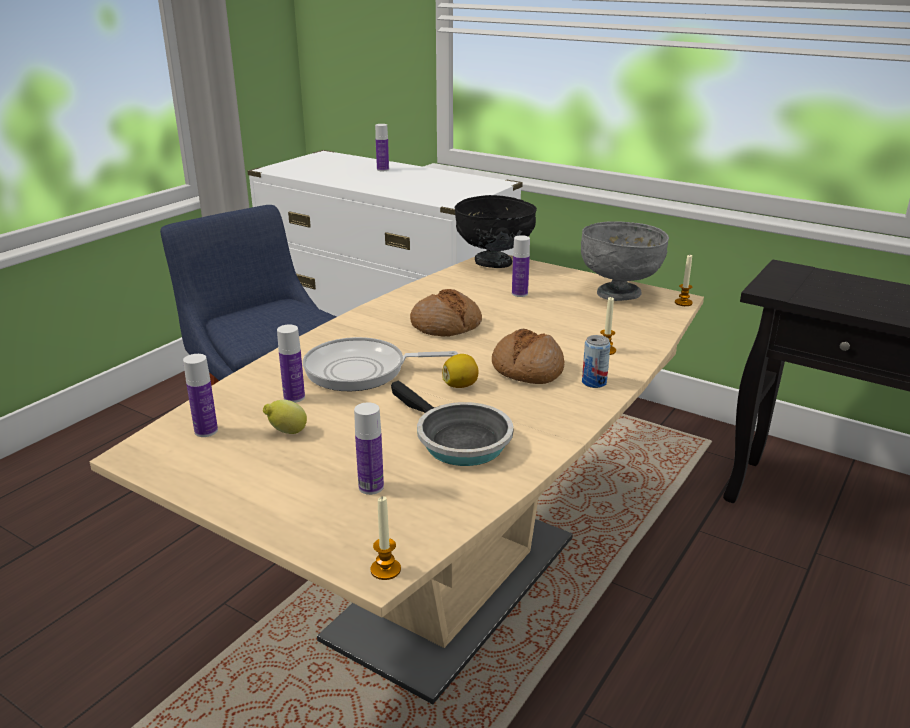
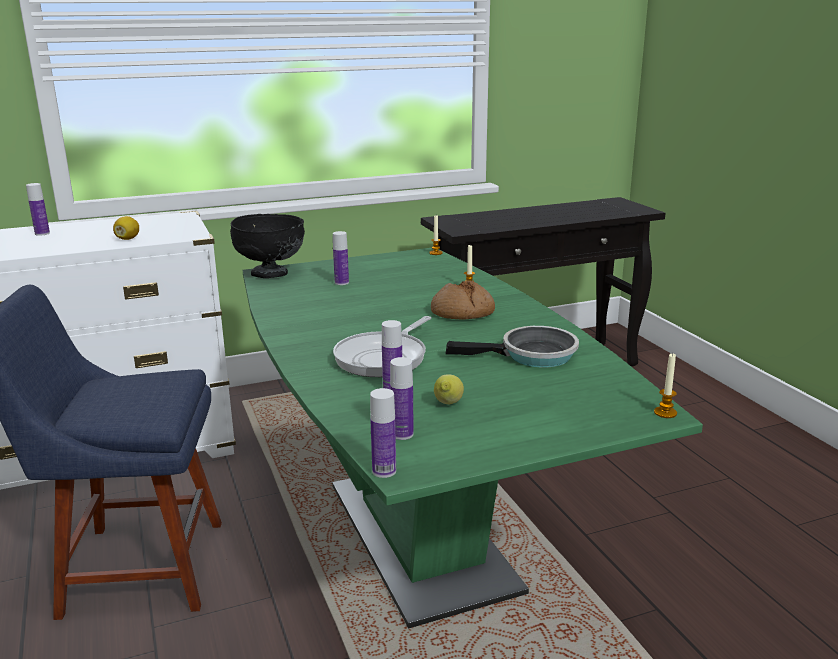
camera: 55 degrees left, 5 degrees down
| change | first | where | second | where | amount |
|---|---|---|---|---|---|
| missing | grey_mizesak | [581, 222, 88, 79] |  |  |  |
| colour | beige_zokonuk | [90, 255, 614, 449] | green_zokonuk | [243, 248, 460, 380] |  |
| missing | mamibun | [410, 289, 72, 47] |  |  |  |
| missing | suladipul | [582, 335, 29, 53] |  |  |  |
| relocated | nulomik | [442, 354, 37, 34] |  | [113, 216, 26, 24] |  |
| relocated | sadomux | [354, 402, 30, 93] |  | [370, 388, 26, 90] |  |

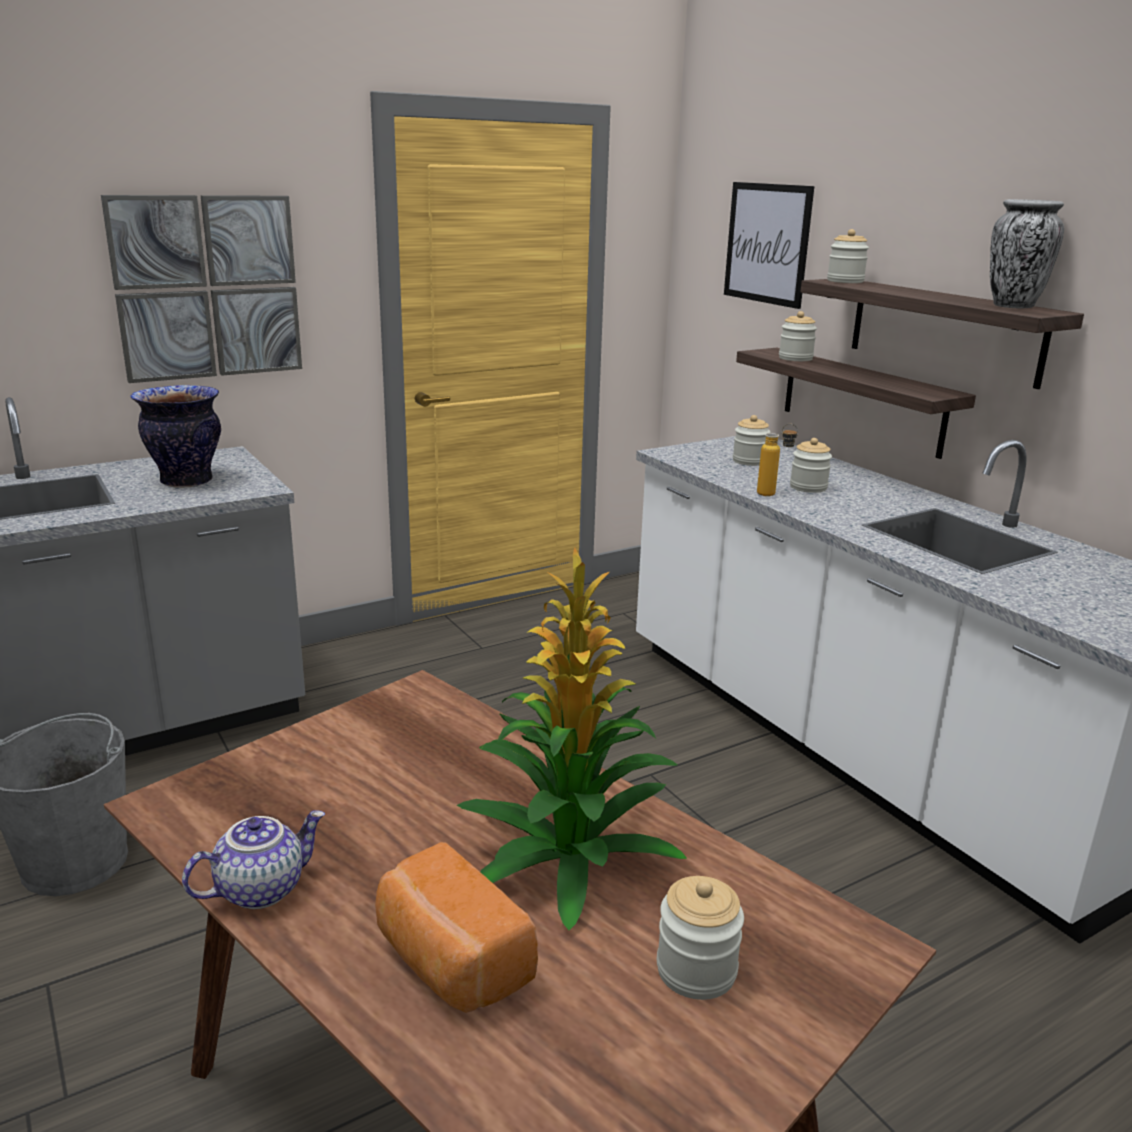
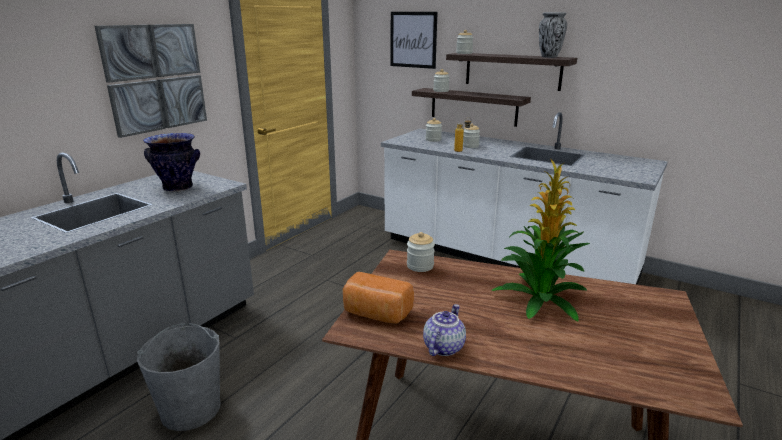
camera: 25 degrees left, 0 degrees up
| change | first | where | second | where | amount |
|---|---|---|---|---|---|
| relocated | mamibun | [375, 842, 163, 171] |  | [343, 272, 71, 52] |  |
| relocated | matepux | [657, 876, 87, 124] |  | [407, 232, 28, 40] |  |

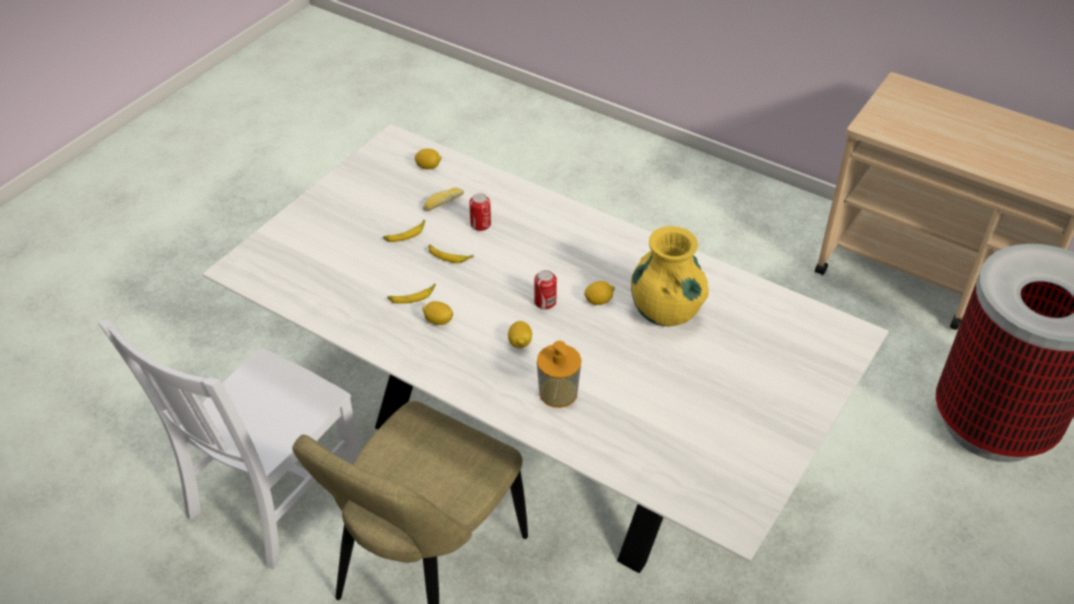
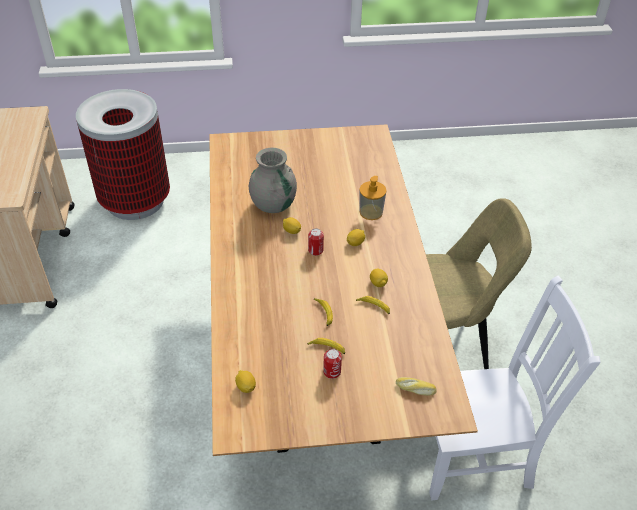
camera: 130 degrees left, 0 degrees up
| change | first | where | second | where | amount |
|---|---|---|---|---|---|
| colour | white_zokonuk | [202, 124, 687, 449] | brown_zokonuk | [210, 124, 268, 332] |  |
| relocated | mamibun | [423, 187, 41, 24] |  | [396, 377, 41, 19] |  |
| relocated | suladipul | [469, 193, 22, 38] |  | [323, 349, 19, 30] |  |
| colour | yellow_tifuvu | [631, 226, 78, 100] | grey_tifuvu | [249, 148, 48, 65] |  |

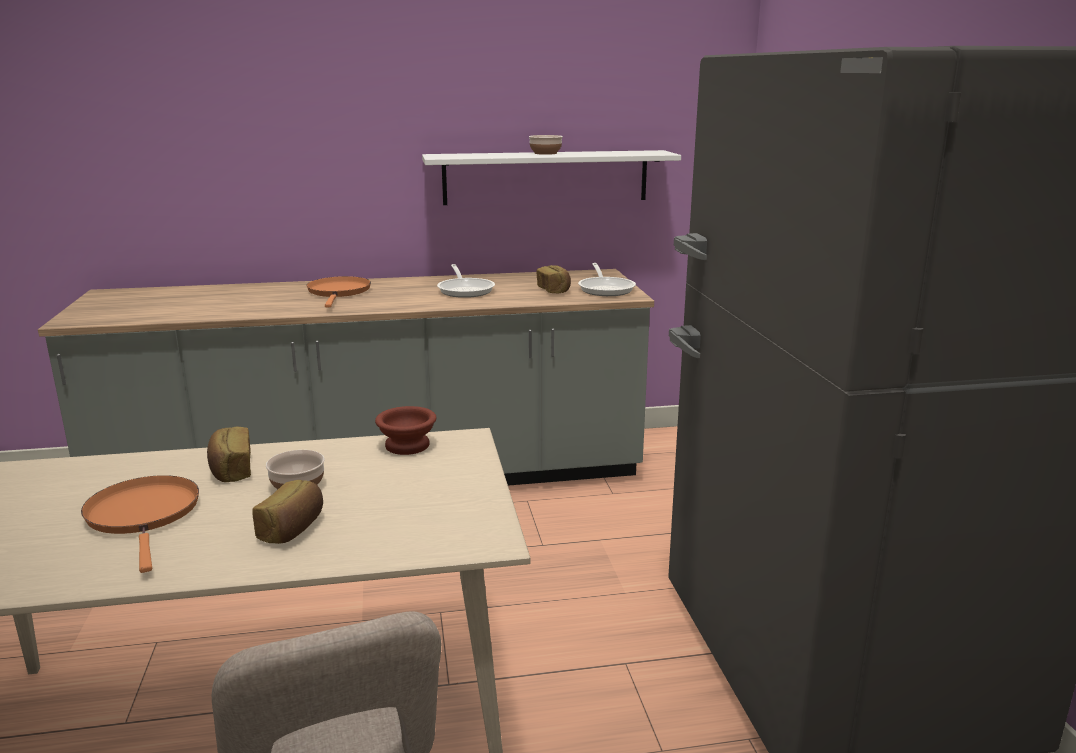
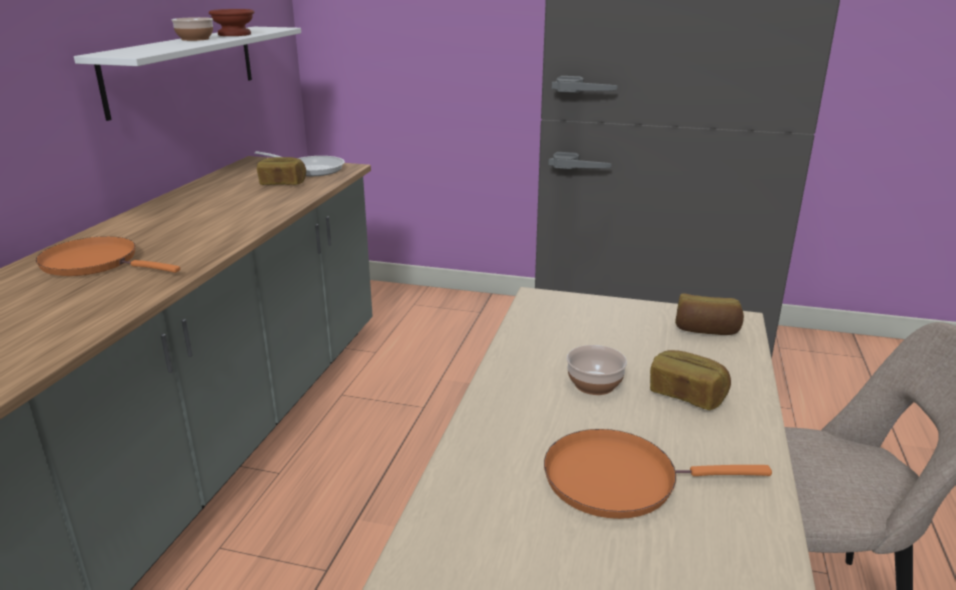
camera: 65 degrees left, 5 degrees up
| change | first | where | second | where | amount |
|---|---|---|---|---|---|
| missing | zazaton | [437, 264, 58, 34] |  |  |  |
| relocated | brown_mizesak | [375, 406, 61, 49] |  | [209, 9, 45, 27] |  |
| relocated | mamibun | [207, 427, 44, 55] |  | [675, 293, 69, 42] |  |

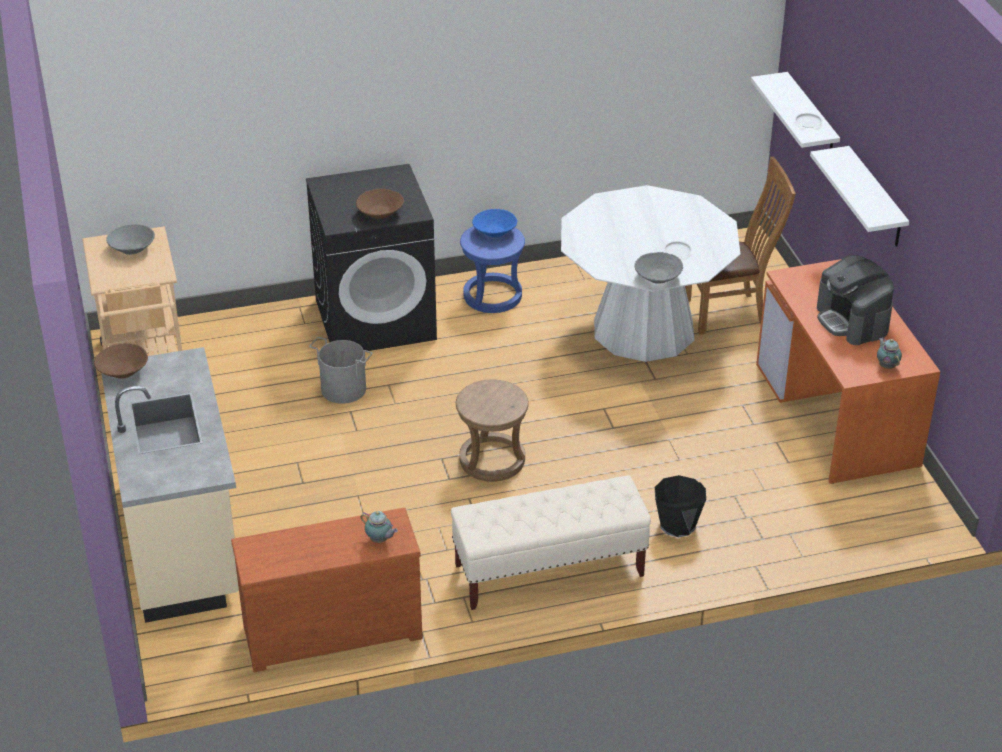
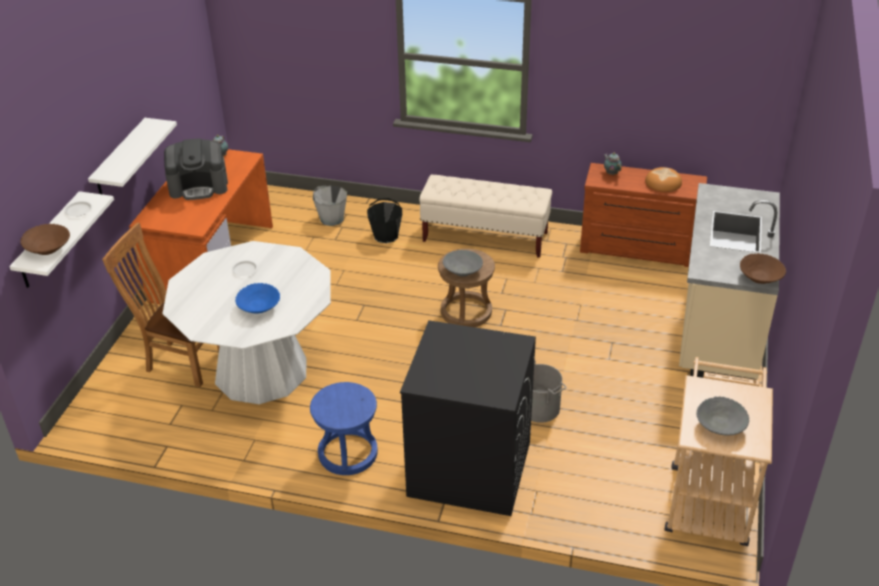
camera: 150 degrees left, 0 degrees up
| change | first | where | second | where | amount |
|---|---|---|---|---|---|
| relocated | brown_mizesak | [356, 189, 48, 30] |  | [20, 224, 50, 31] |  |
| relocated | blue_mizesak | [472, 209, 45, 28] |  | [235, 283, 45, 30] |  |
| relocated | grey_mizesak | [635, 252, 48, 32] |  | [443, 250, 40, 27] |  |
| spun | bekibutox | [817, 255, 77, 90] |  | [164, 138, 64, 62] | 75 degrees clockwise |
| appeared |  |  | mamibun | [645, 167, 37, 25] |  |
| appeared |  |  | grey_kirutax | [313, 186, 34, 40] |  |

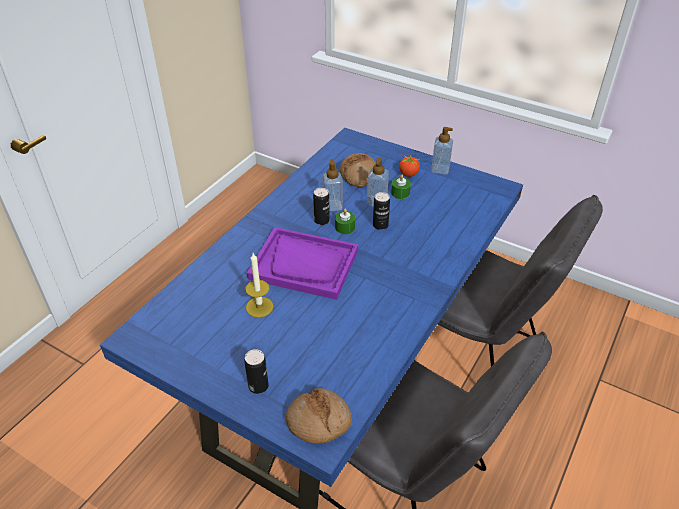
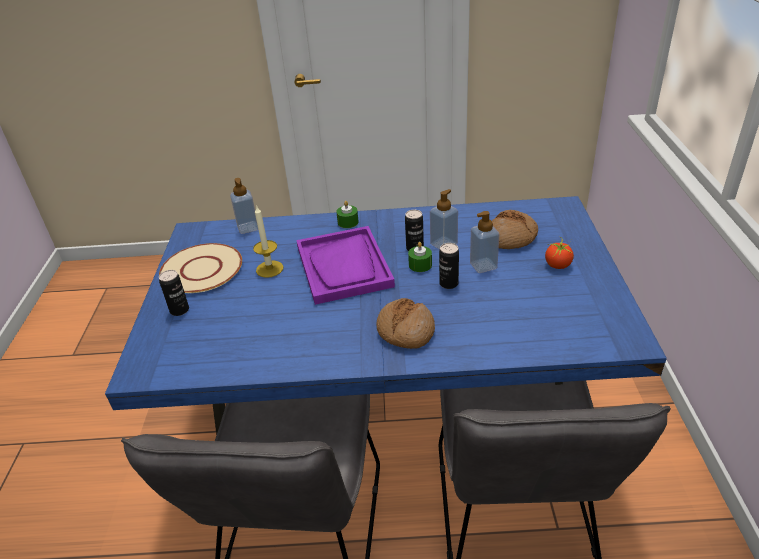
camera: 60 degrees right, 5 degrees down
| change | first | where | second | where | amount |
|---|---|---|---|---|---|
| relocated | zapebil | [431, 127, 22, 48] |  | [230, 178, 28, 56] |  |
| relocated | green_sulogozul | [391, 175, 20, 24] |  | [336, 201, 23, 27] |  |
| relocated | mamibun | [286, 388, 66, 56] |  | [376, 298, 59, 51] |  |
| appeared |  |  | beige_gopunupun | [159, 243, 83, 50] |  |

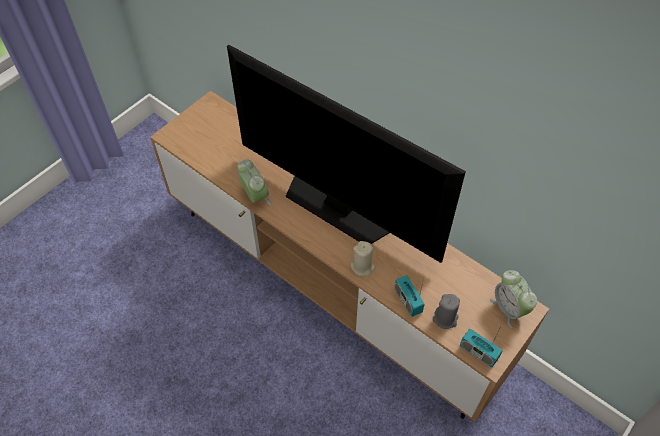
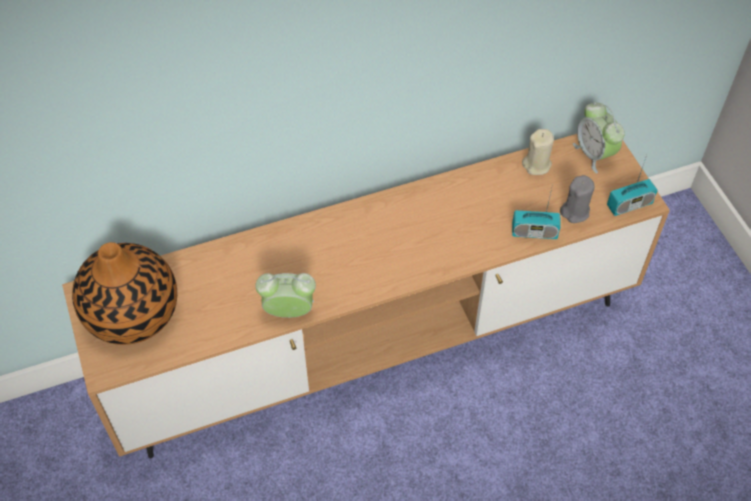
camera: 60 degrees left, 0 degrees up
| change | first | where | second | where | amount |
|---|---|---|---|---|---|
| missing | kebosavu | [227, 45, 239, 218] |  |  |  |
| relocated | beige_sulogozul | [350, 241, 26, 35] |  | [522, 129, 32, 46] |  |
| spun | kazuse | [490, 270, 47, 58] |  | [573, 102, 52, 71] | 60 degrees clockwise |
| appeared |  |  | tifuvu | [72, 242, 105, 103] |  |

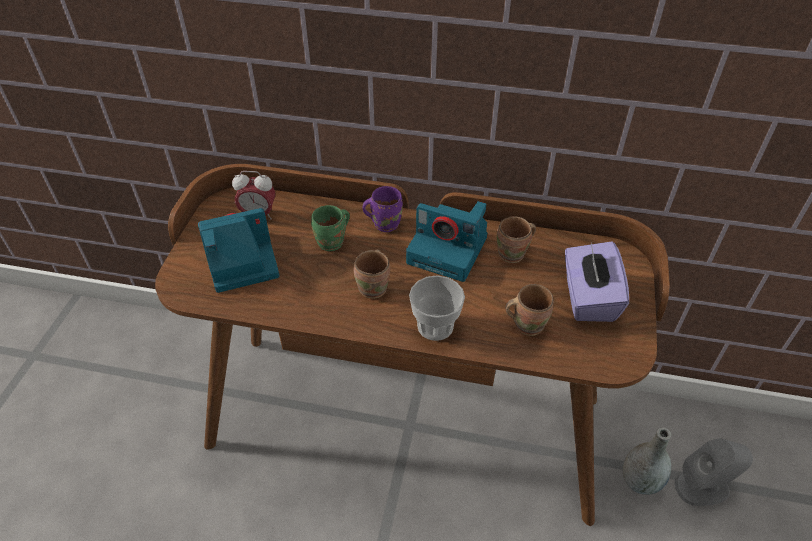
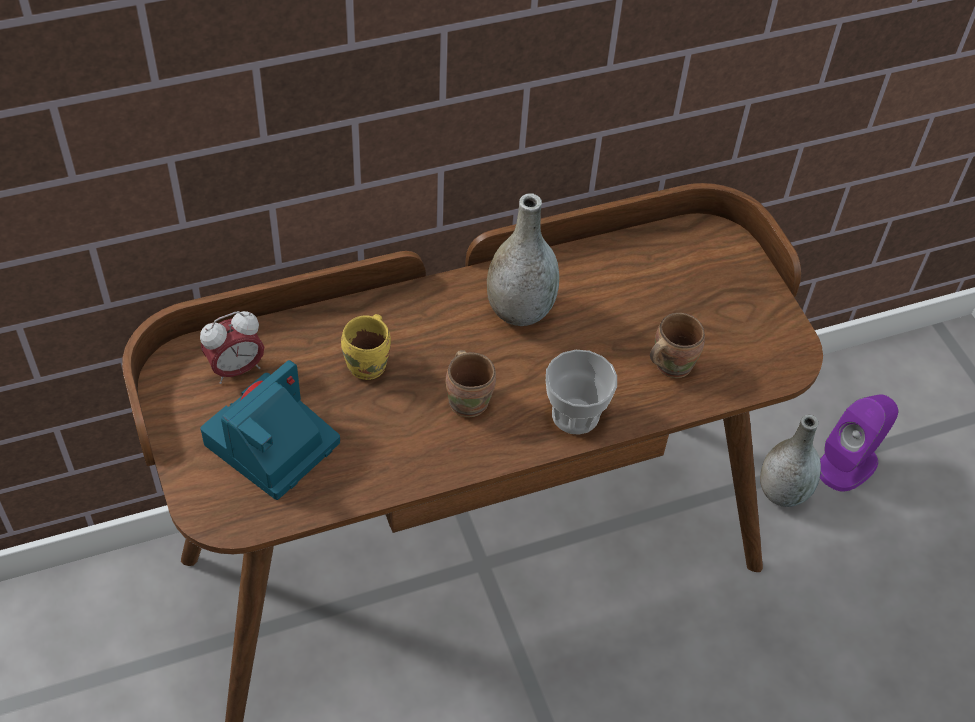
camera: 35 degrees left, 5 degrees up
| change | first | where | second | where | amount |
|---|---|---|---|---|---|
| missing | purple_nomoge | [362, 186, 41, 46] |  |  |  |
| exchanged | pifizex | [406, 201, 81, 81] | grey_tifuvu | [487, 193, 72, 133] |  |
| colour | green_nomoge | [311, 205, 39, 46] | yellow_nomoge | [341, 314, 50, 66] |  |
| missing | brown_nomoge | [497, 216, 39, 47] |  |  |  |
| missing | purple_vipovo | [565, 242, 64, 80] |  |  |  |
| colour | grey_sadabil | [674, 438, 79, 68] | purple_sadabil | [820, 394, 78, 98] |  |

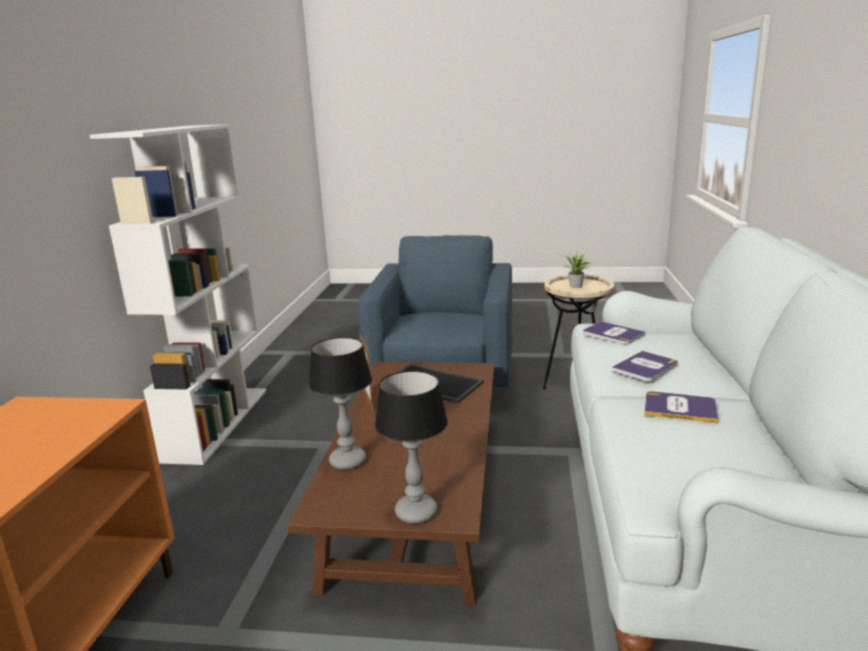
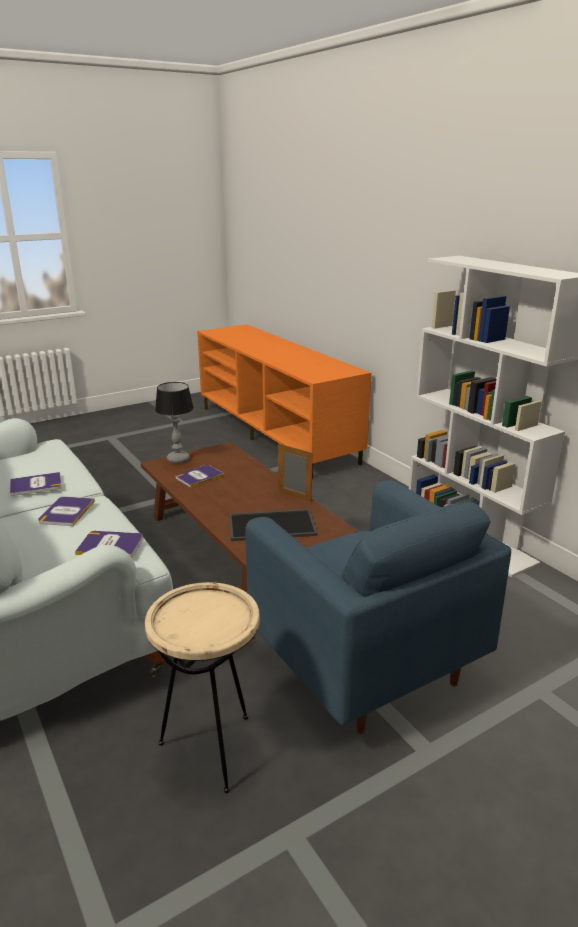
camera: 140 degrees right, 5 degrees up
| change | first | where | second | where | amount |
|---|---|---|---|---|---|
| missing | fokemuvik | [563, 251, 27, 37] |  |  |  |
| missing | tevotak | [308, 337, 64, 133] |  |  |  |
| appeared |  |  | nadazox | [176, 465, 48, 23] |  |

